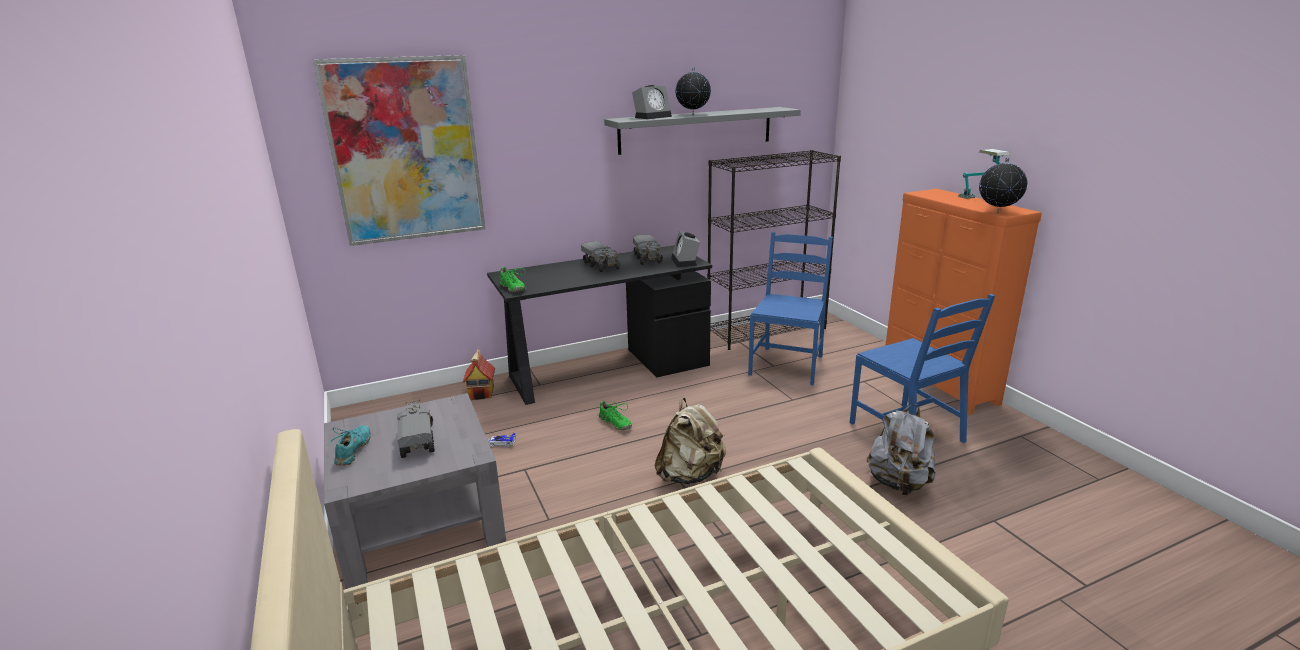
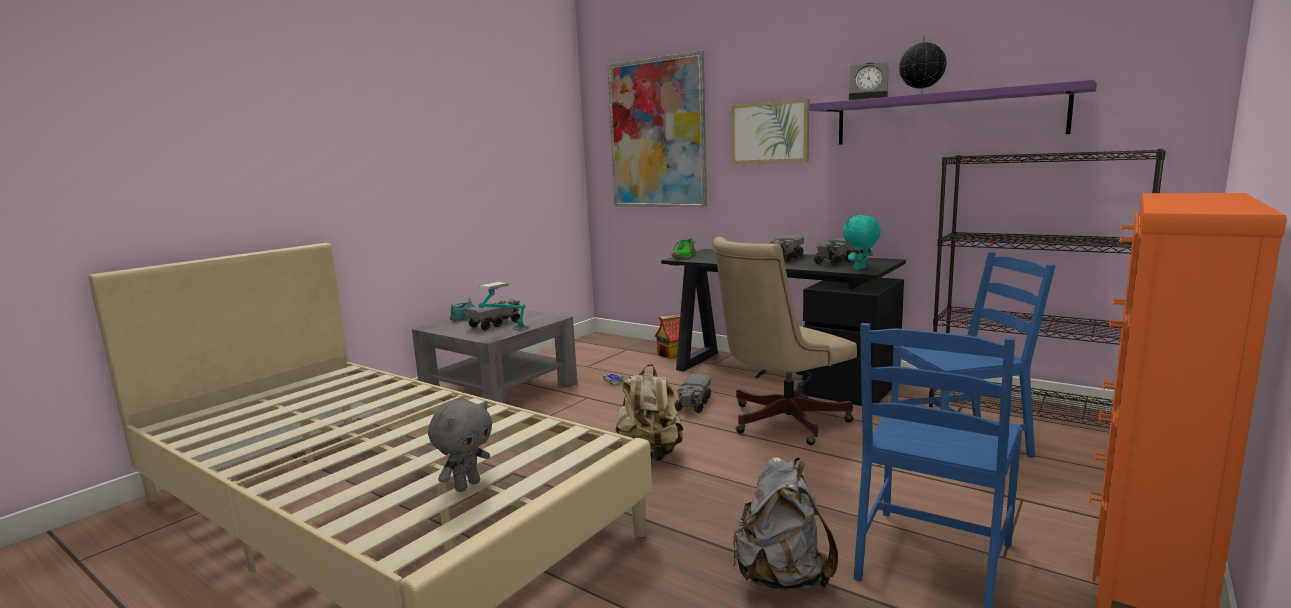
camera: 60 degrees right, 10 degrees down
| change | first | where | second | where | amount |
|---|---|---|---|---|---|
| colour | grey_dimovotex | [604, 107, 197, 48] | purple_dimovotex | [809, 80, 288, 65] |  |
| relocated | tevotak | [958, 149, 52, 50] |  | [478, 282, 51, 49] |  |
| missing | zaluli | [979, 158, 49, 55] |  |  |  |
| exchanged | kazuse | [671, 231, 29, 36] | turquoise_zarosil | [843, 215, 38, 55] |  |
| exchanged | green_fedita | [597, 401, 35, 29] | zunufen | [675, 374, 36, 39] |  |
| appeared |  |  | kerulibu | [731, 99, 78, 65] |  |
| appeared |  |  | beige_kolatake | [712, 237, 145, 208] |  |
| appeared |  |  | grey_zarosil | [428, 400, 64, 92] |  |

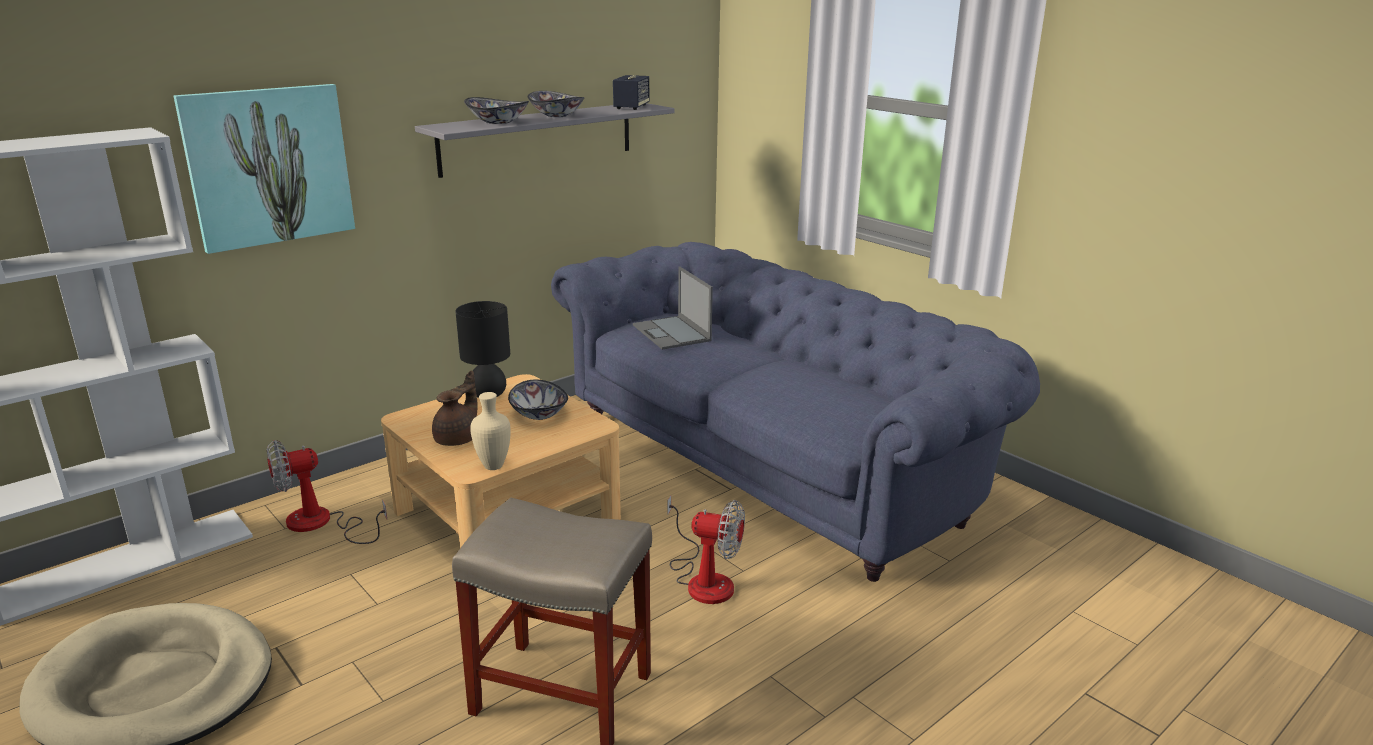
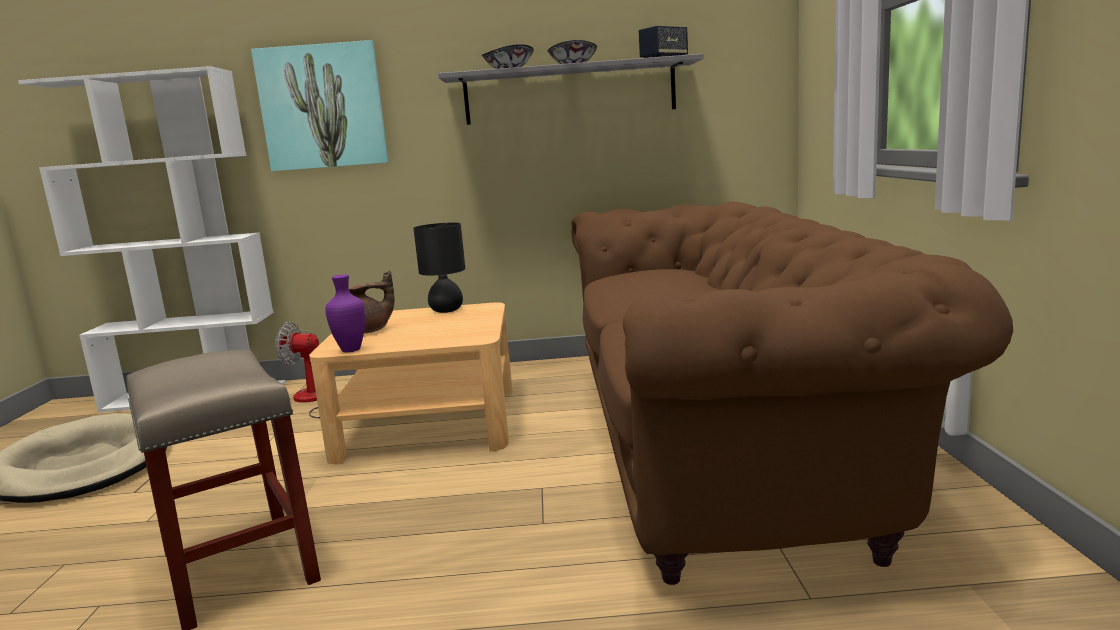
camera: 40 degrees right, 10 degrees down
| change | first | where | second | where | amount |
|---|---|---|---|---|---|
| colour | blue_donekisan | [551, 242, 489, 340] | brown_donekisan | [571, 201, 442, 384] |  |
| missing | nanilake | [633, 267, 80, 83] |  |  |  |
| missing | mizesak | [508, 379, 60, 41] |  |  |  |
| colour | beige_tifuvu | [470, 392, 41, 78] | purple_tifuvu | [325, 275, 40, 77] |  |
| missing | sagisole | [668, 495, 77, 109] |  |  |  |

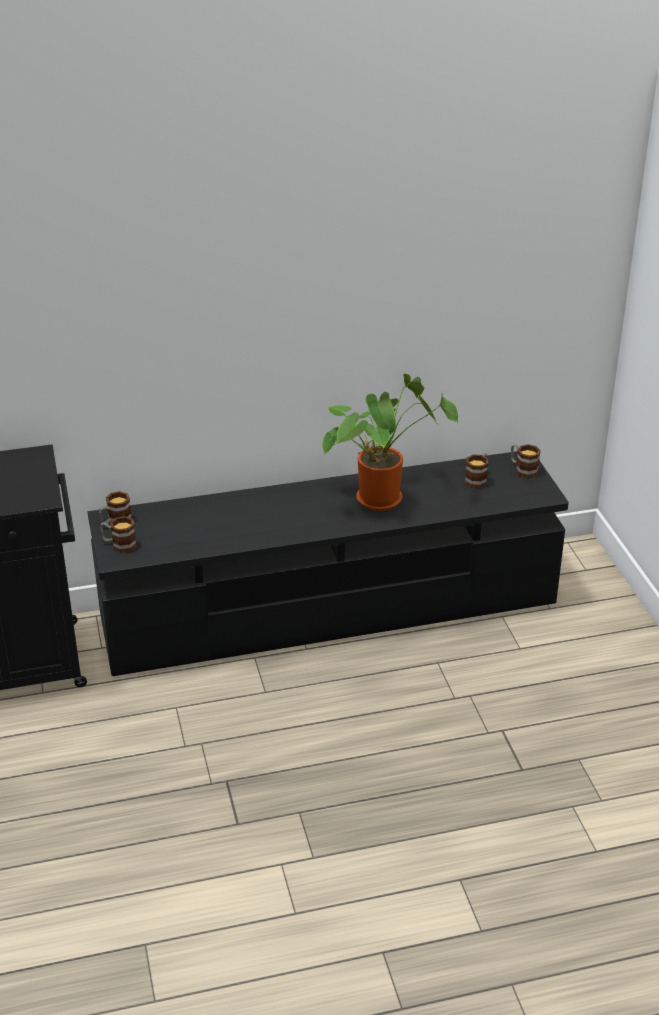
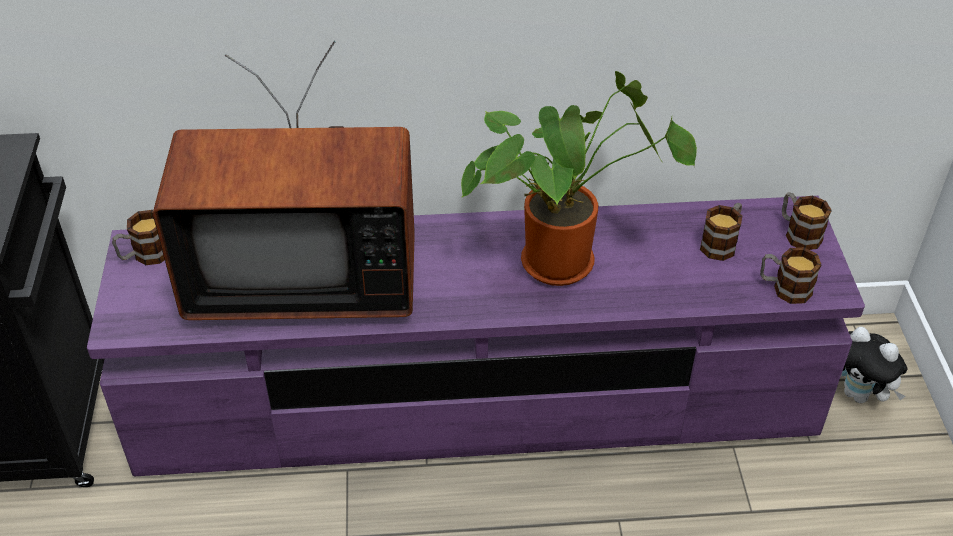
camera: 10 degrees right, 10 degrees up
| change | first | where | second | where | amount |
|---|---|---|---|---|---|
| colour | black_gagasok | [88, 451, 481, 225] | purple_gagasok | [87, 196, 778, 280] |  |
| relocated | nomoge | [100, 516, 37, 37] |  | [760, 247, 61, 57] |  |
| appeared |  |  | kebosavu | [153, 41, 262, 279] |  |
| appeared |  |  | zarosil | [841, 327, 67, 76] |  |

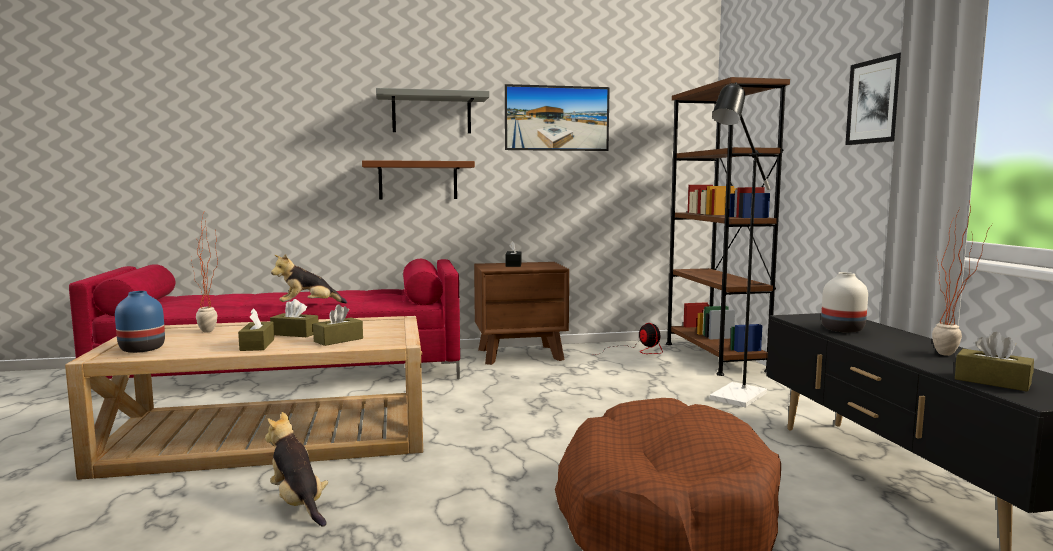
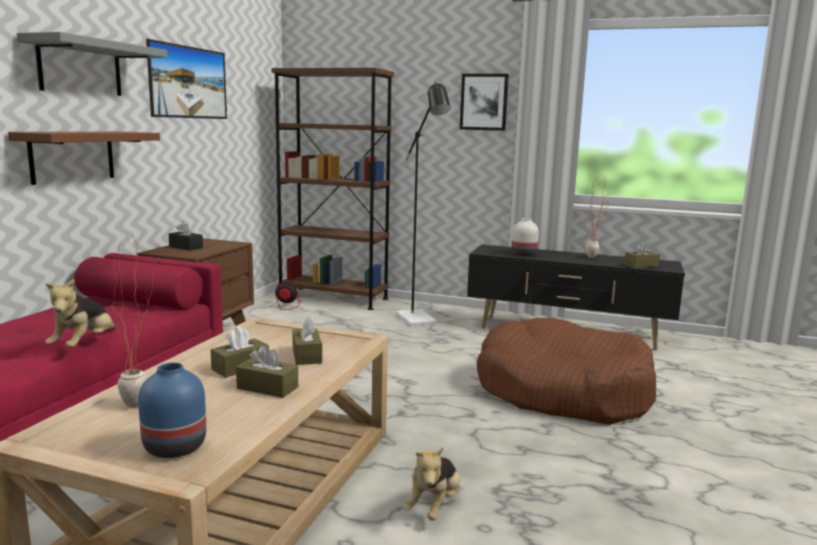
camera: 60 degrees left, 5 degrees up
| change | first | where | second | where | amount |
|---|---|---|---|---|---|
| spun | zarosil | [265, 412, 63, 115] |  | [403, 447, 57, 73] | 60 degrees counterclockwise |

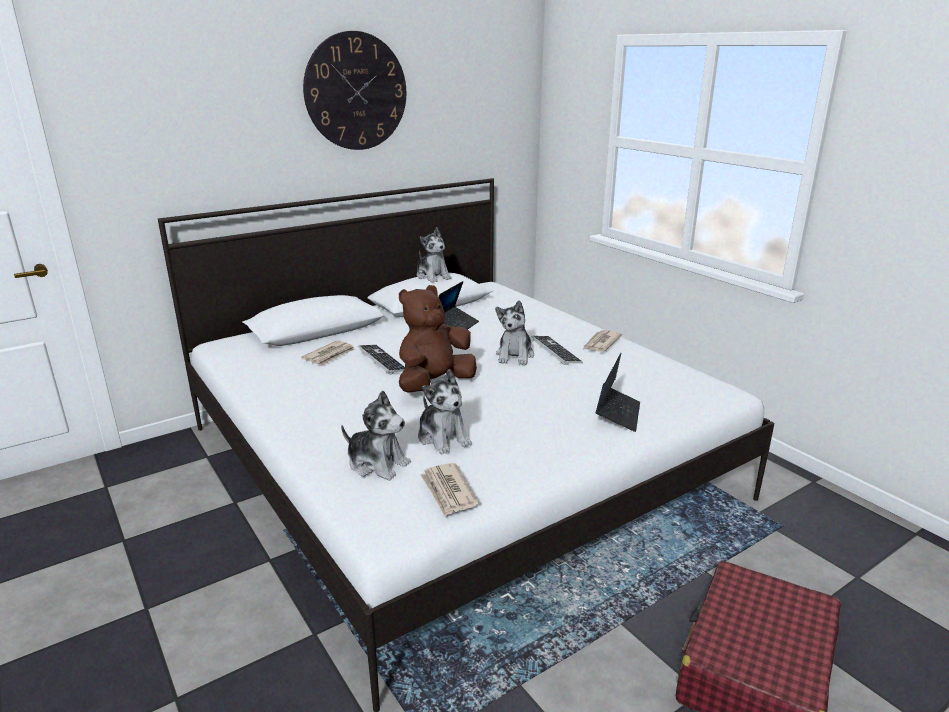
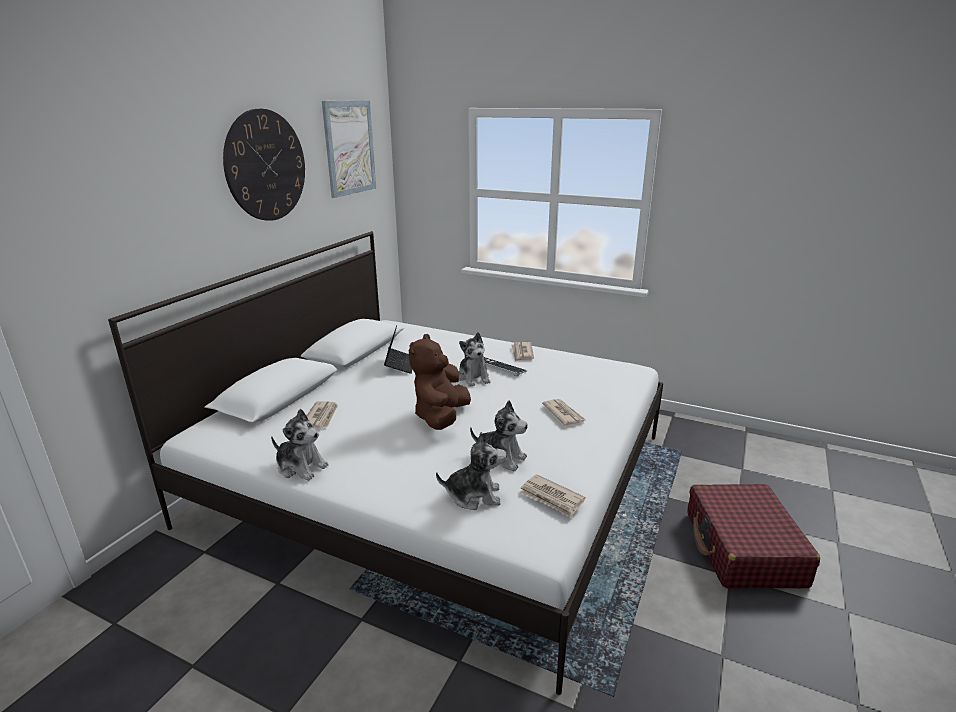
camera: 30 degrees left, 0 degrees up
| change | first | where | second | where | amount |
|---|---|---|---|---|---|
| relocated | zarosil | [417, 227, 35, 56] |  | [271, 409, 58, 72] |  |
| missing | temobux | [358, 345, 47, 29] |  |  |  |
| missing | nanilake | [596, 353, 44, 79] |  |  |  |
| appeared |  |  | kerulibu | [322, 100, 54, 98] |  |
| appeared |  |  | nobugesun | [542, 399, 44, 26] |  |

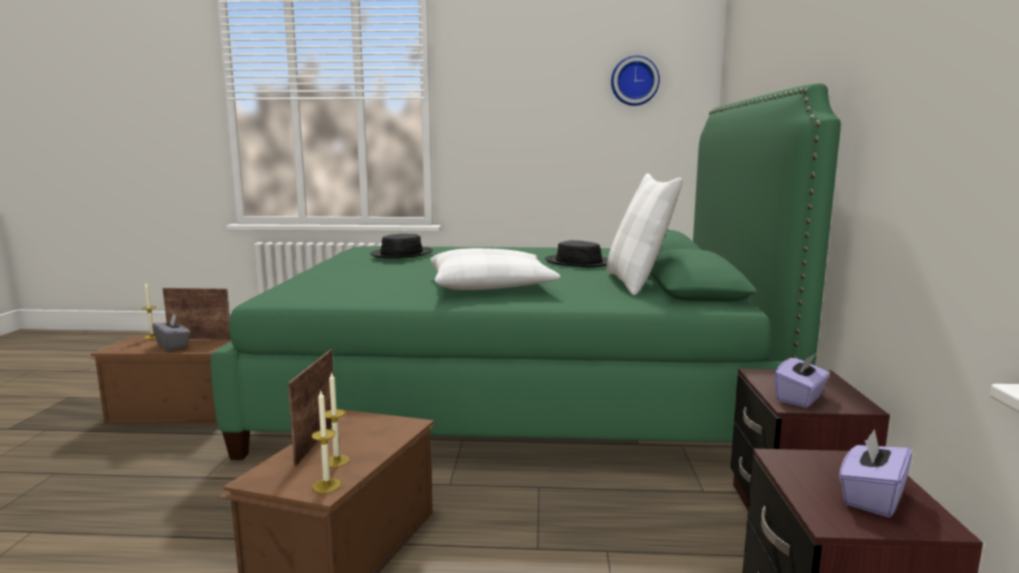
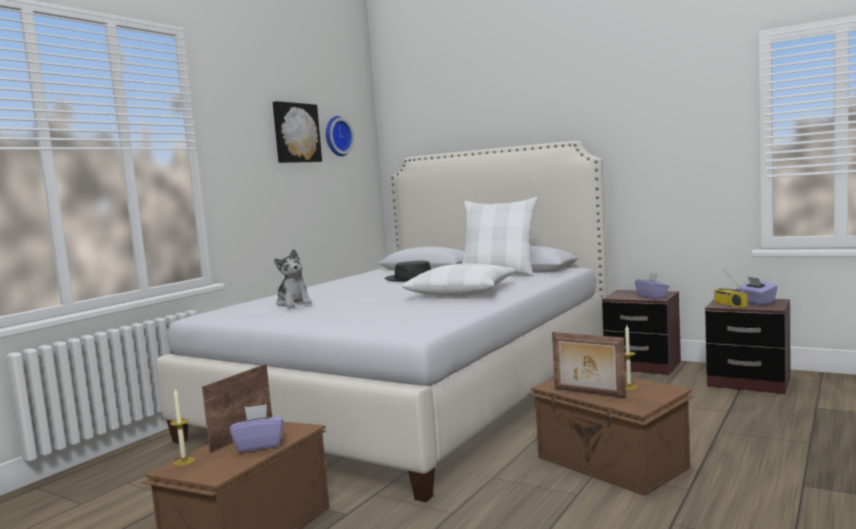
camera: 60 degrees left, 5 degrees down
| change | first | where | second | where | amount |
|---|---|---|---|---|---|
| colour | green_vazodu | [211, 83, 630, 377] | white_vazodu | [156, 141, 452, 361] |  |
| exchanged | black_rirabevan | [370, 233, 63, 25] | zarosil | [274, 249, 38, 58] |  |
| colour | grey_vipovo | [152, 314, 39, 37] | purple_vipovo | [229, 404, 54, 48] |  |
| missing | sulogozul | [311, 391, 30, 102] |  |  |  |
| appeared |  |  | kerulibu | [273, 101, 49, 62] |  |
| appeared |  |  | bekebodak | [714, 277, 33, 31] |  |

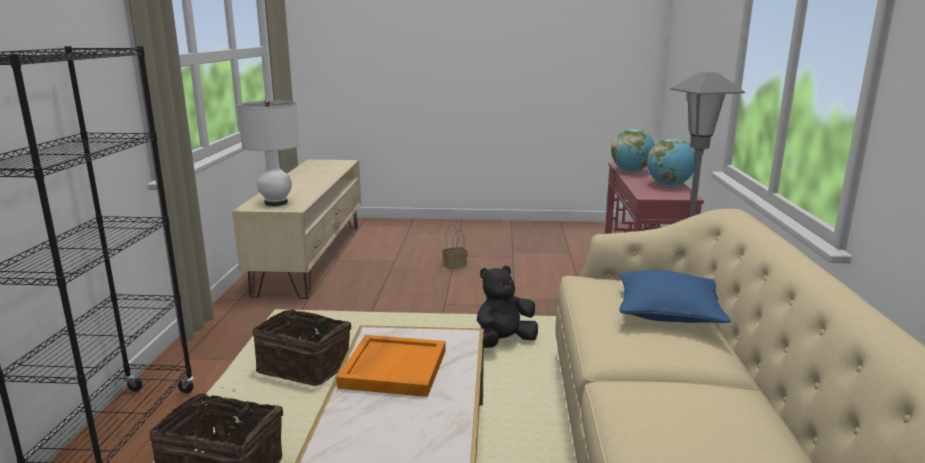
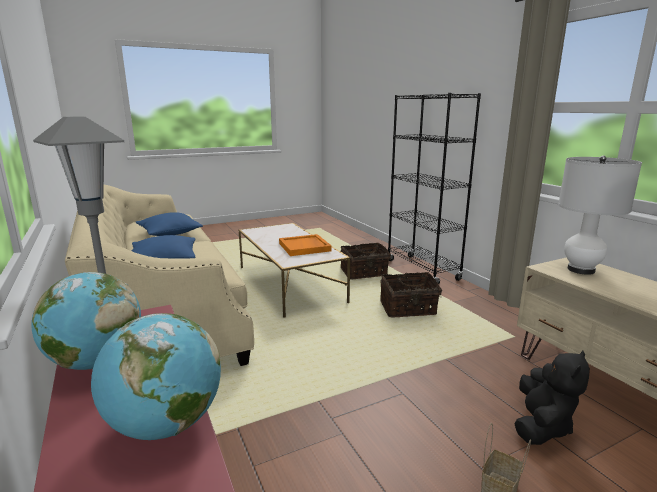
camera: 150 degrees right, 0 degrees up
| change | first | where | second | where | amount |
|---|---|---|---|---|---|
| relocated | black_zarosil | [477, 265, 61, 83] |  | [515, 350, 75, 95] |  |
| appeared |  |  | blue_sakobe | [136, 212, 67, 24] |  |

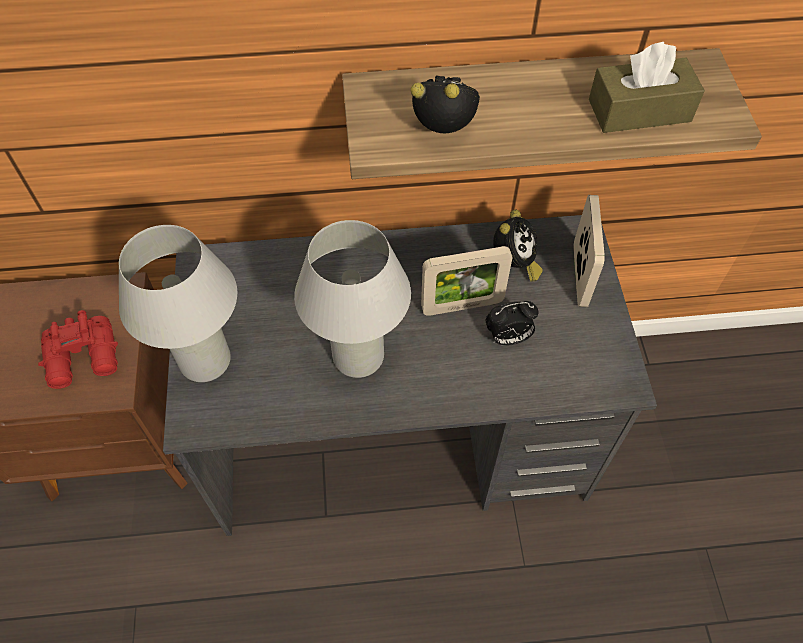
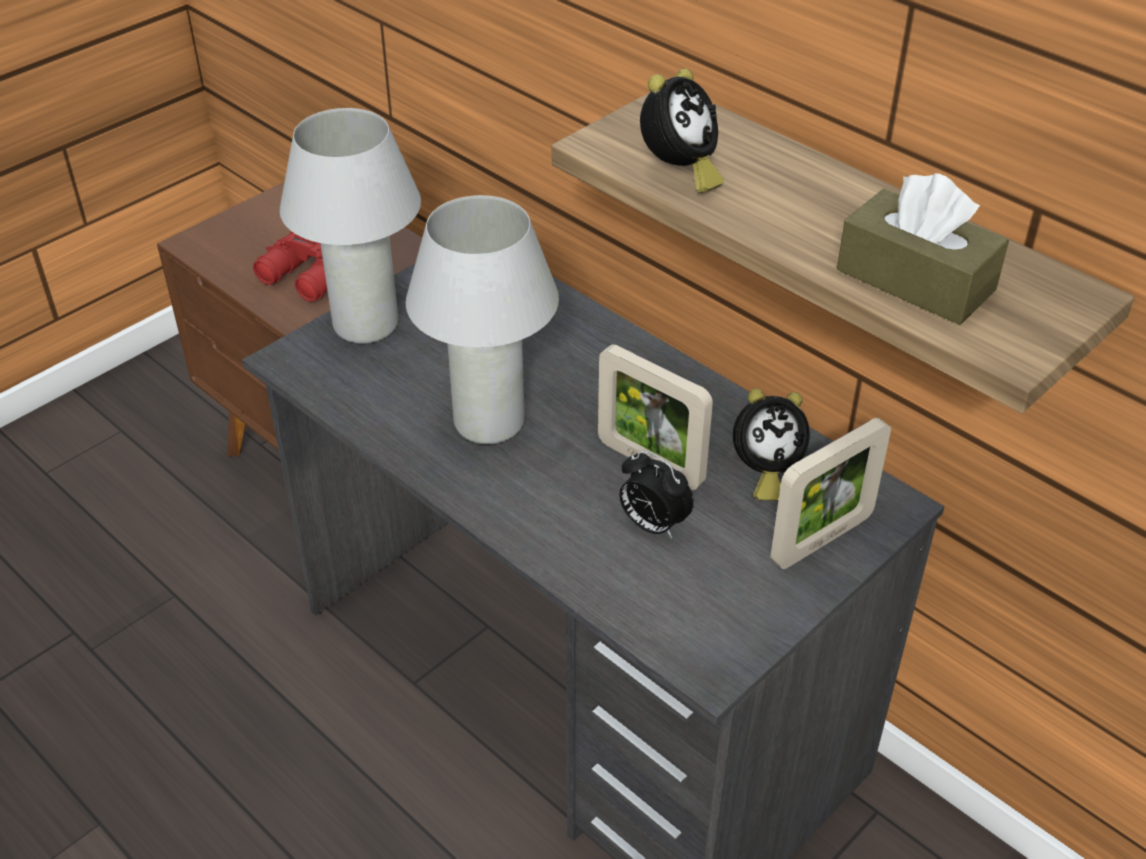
camera: 50 degrees right, 15 degrees down
| change | first | where | second | where | amount |
|---|---|---|---|---|---|
| spun | kazuse | [410, 75, 70, 58] |  | [640, 69, 84, 124] | 60 degrees clockwise |

